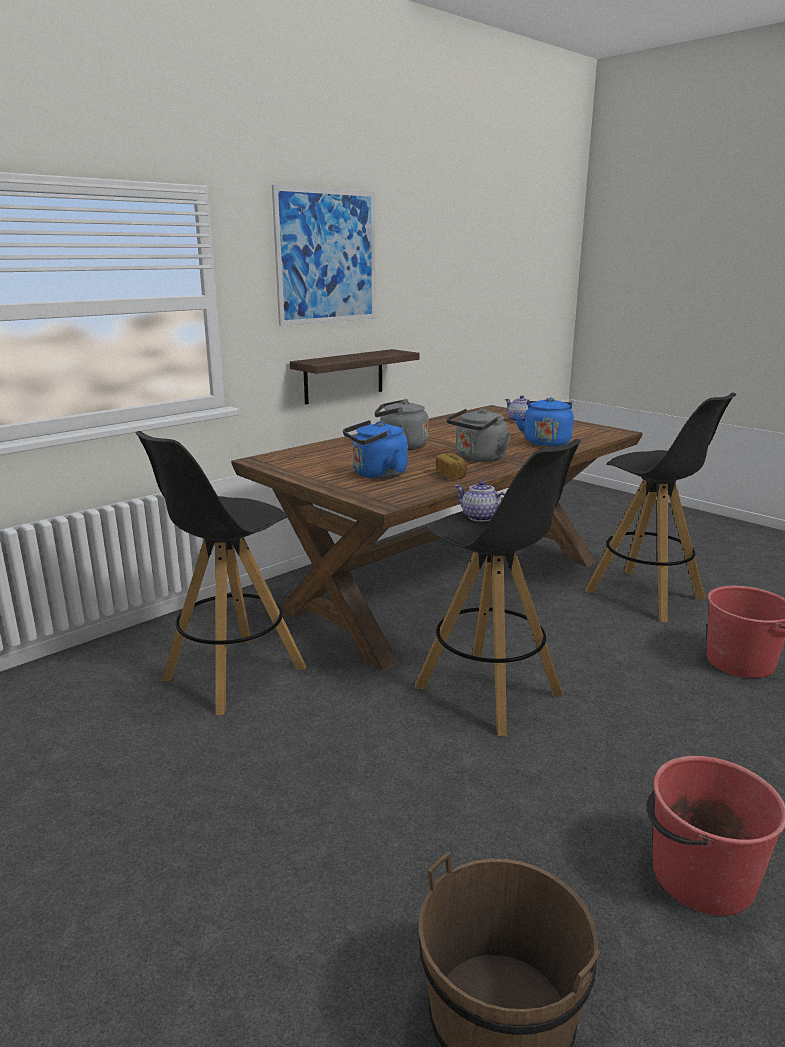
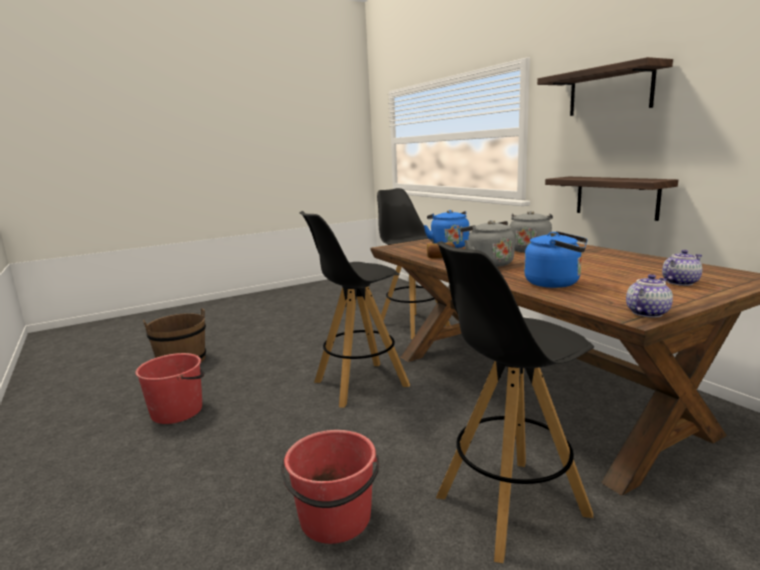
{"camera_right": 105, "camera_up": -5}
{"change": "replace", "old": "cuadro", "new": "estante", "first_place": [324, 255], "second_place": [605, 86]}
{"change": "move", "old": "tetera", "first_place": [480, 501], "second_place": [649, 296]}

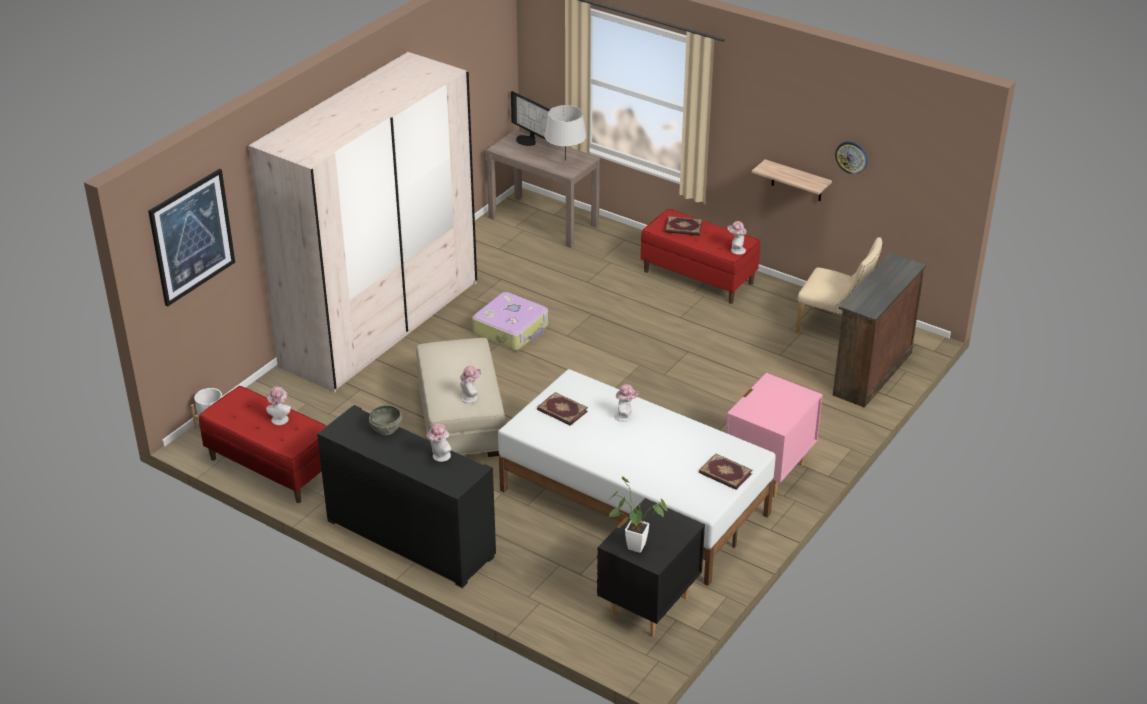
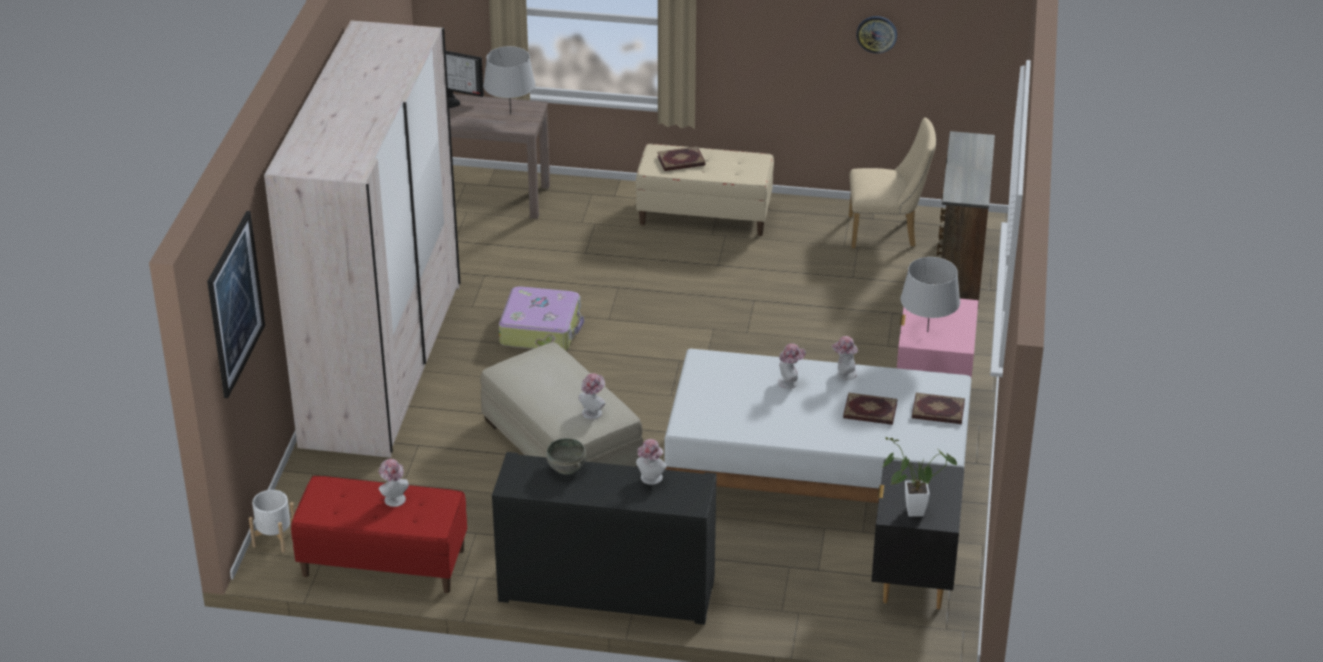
{"camera_right": -25, "camera_up": 0}
{"change": "recolor", "old": "banco [rojo]", "new": "banco [beis]", "first_place": [700, 256], "second_place": [705, 190]}
{"change": "move", "old": "sombrero", "first_place": [737, 238], "second_place": [845, 358]}
{"change": "move", "old": "libro", "first_place": [562, 409], "second_place": [870, 409]}
{"change": "insert", "new": "lámpara de mesa [gris]", "second_place": [930, 294]}
{"change": "delete", "old": "estante", "first_place": [791, 180]}

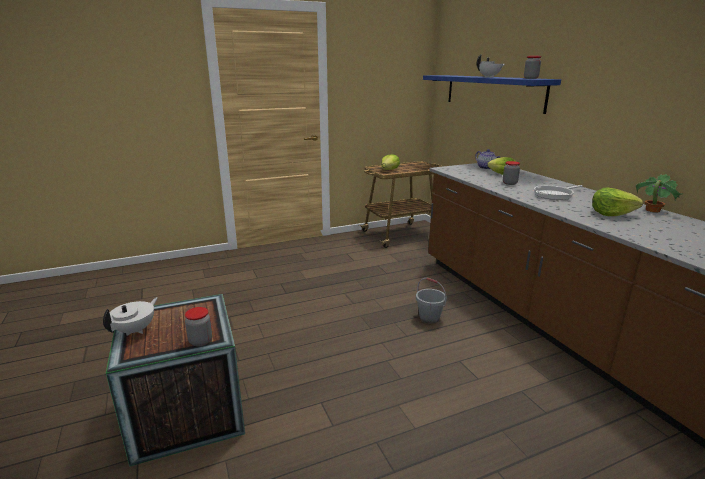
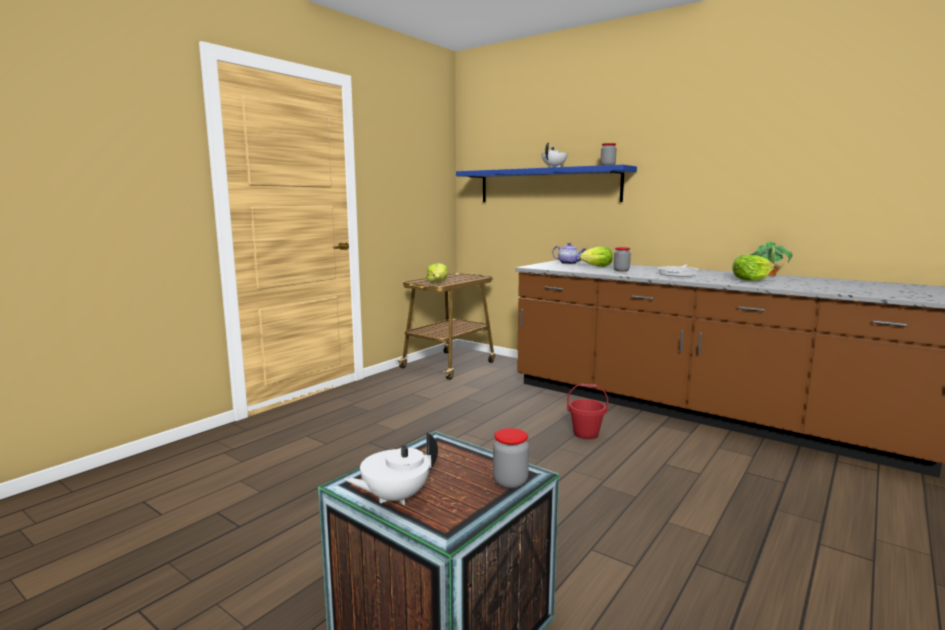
{"camera_right": -30, "camera_up": -10}
{"change": "rotate", "old": "tetera [blanco]", "first_place": [130, 316], "second_place": [390, 468], "degrees": -120}
{"change": "recolor", "old": "cubo [gris]", "new": "cubo [rojo]", "first_place": [431, 300], "second_place": [587, 411]}

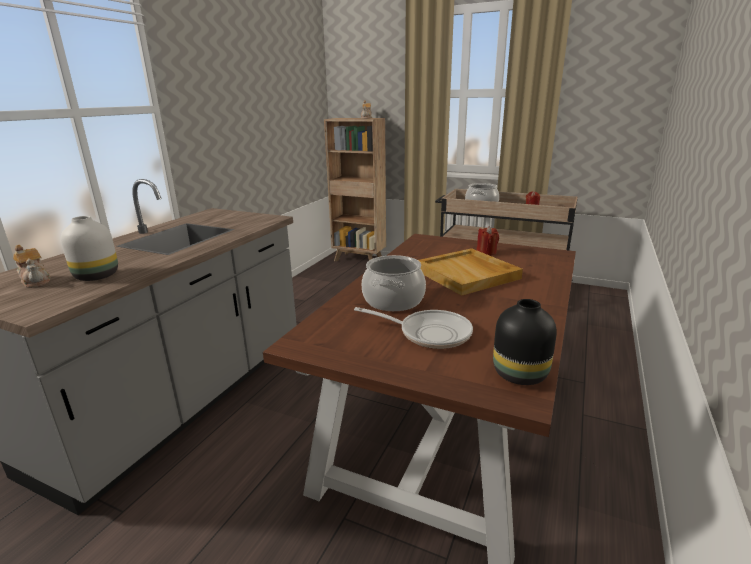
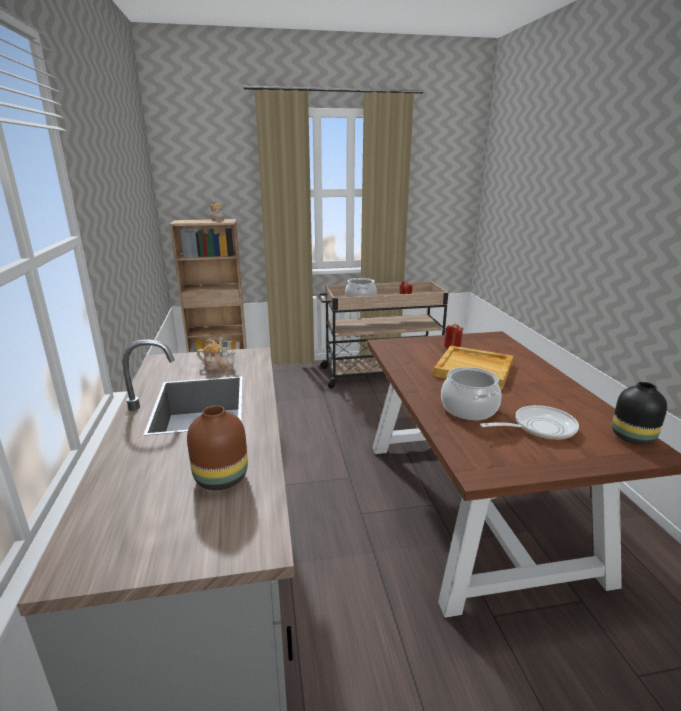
{"camera_right": -35, "camera_up": 0}
{"change": "recolor", "old": "florero [blanco]", "new": "florero [marrón]", "first_place": [89, 248], "second_place": [217, 448]}
{"change": "move", "old": "tetera", "first_place": [32, 266], "second_place": [216, 354]}

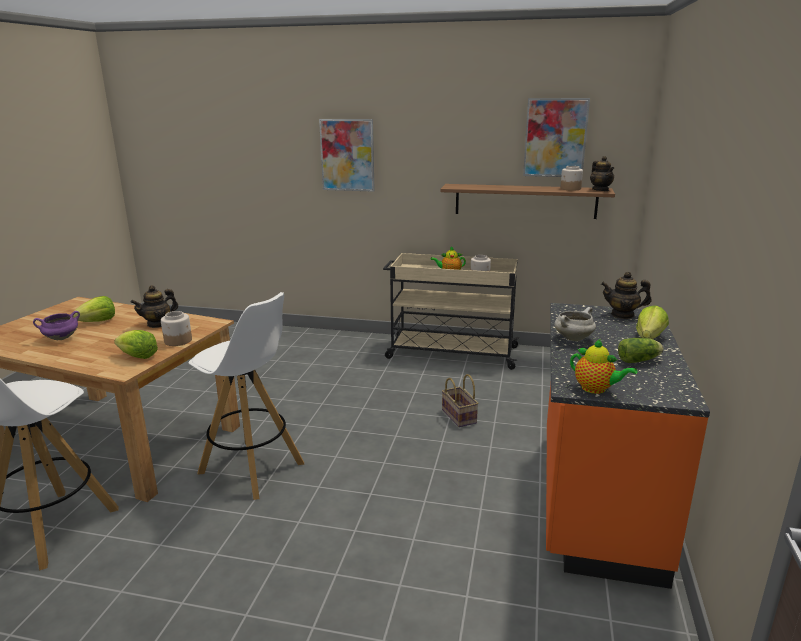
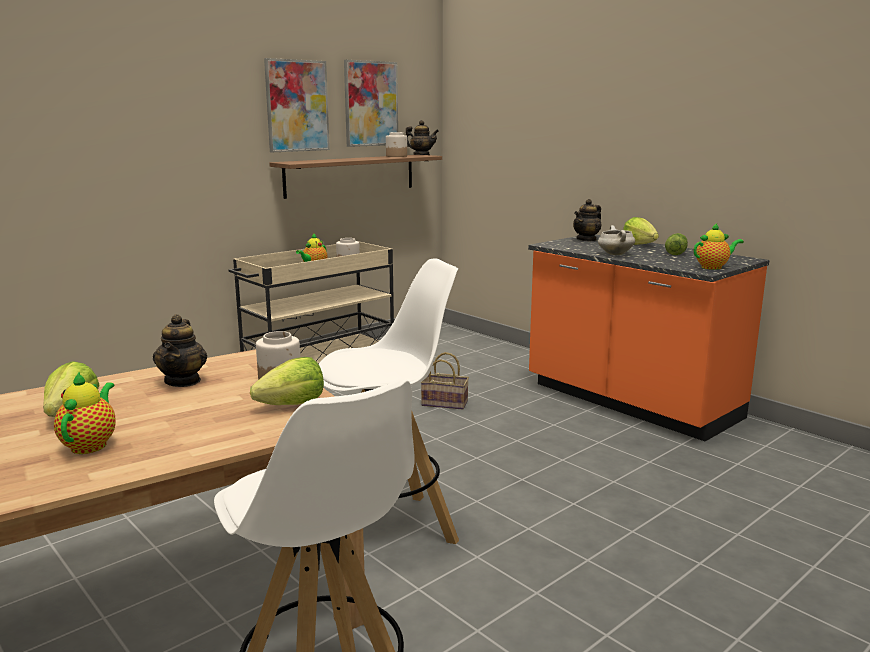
{"camera_right": -55, "camera_up": -5}
{"change": "replace", "old": "olla [morado]", "new": "tetera", "first_place": [56, 325], "second_place": [85, 412]}
{"change": "move", "old": "cuadro", "first_place": [347, 155], "second_place": [297, 105]}

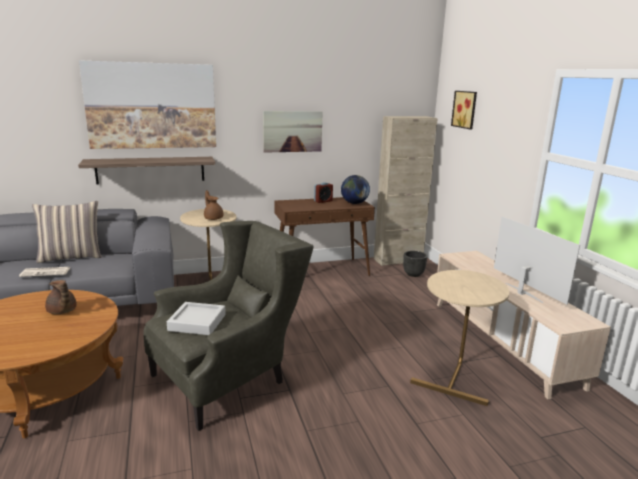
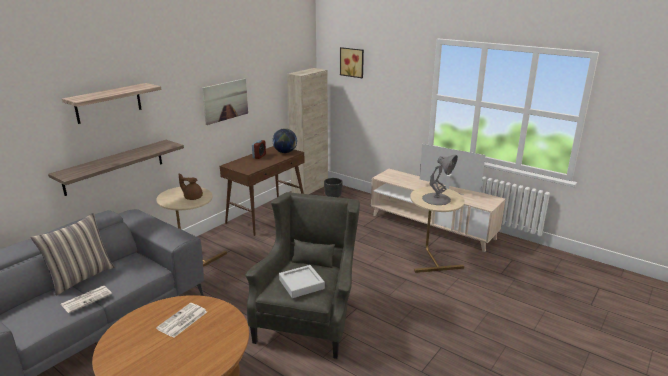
{"camera_right": -35, "camera_up": 5}
{"change": "replace", "old": "cuadro", "new": "estante", "first_place": [147, 104], "second_place": [112, 103]}
{"change": "replace", "old": "tetera [marrón]", "new": "periódico", "first_place": [60, 297], "second_place": [181, 320]}
{"change": "insert", "new": "lámpara de mesa [gris]", "second_place": [440, 180]}

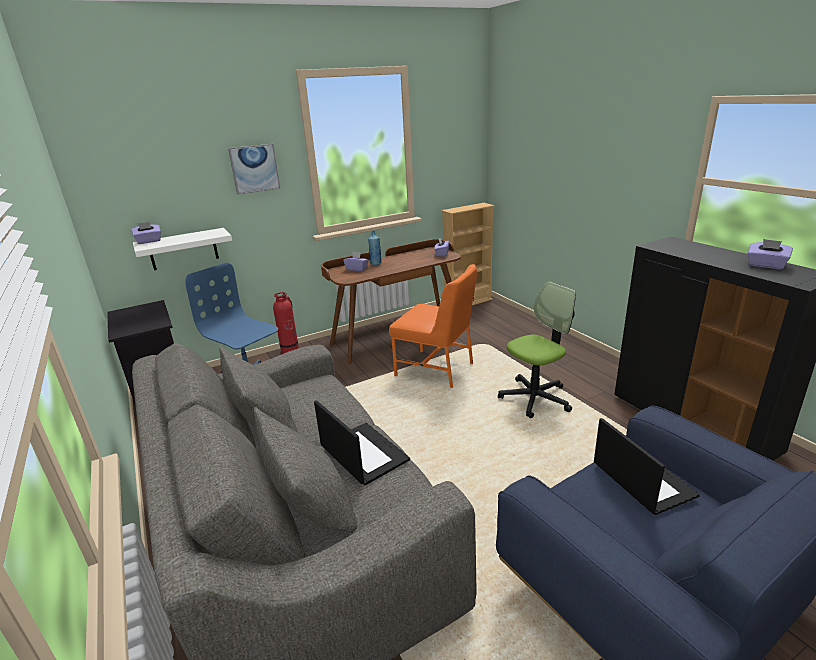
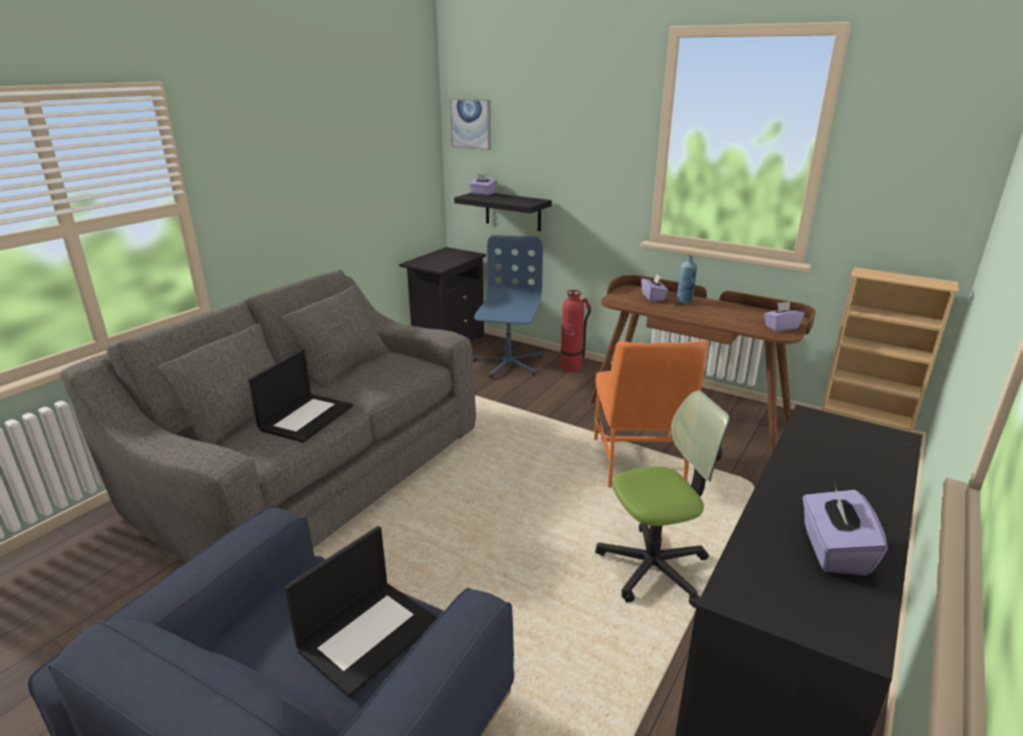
{"camera_right": 60, "camera_up": 0}
{"change": "move", "old": "cuadro", "first_place": [254, 169], "second_place": [470, 124]}
{"change": "recolor", "old": "estante [blanco]", "new": "estante [negro]", "first_place": [182, 249], "second_place": [503, 212]}
{"change": "rotate", "old": "silla de oficina", "first_place": [537, 350], "second_place": [662, 499], "degrees": -45}

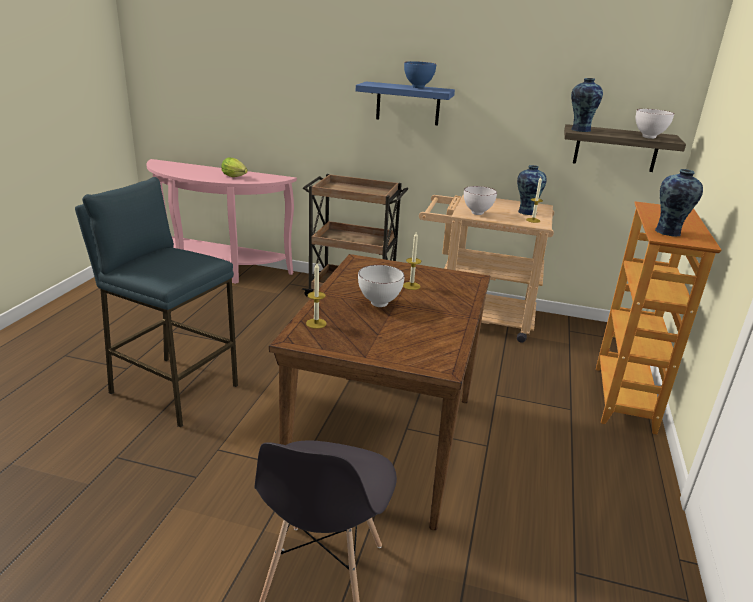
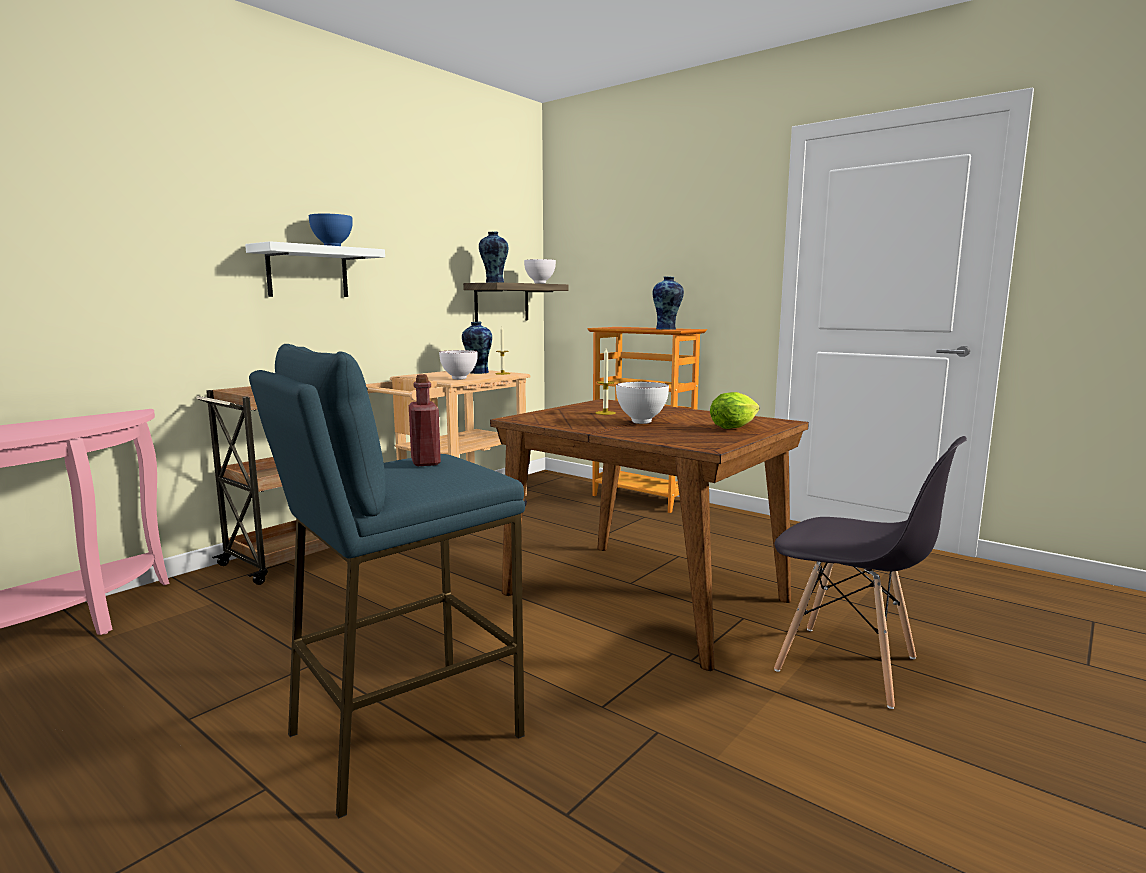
{"camera_right": -65, "camera_up": -15}
{"change": "recolor", "old": "estante [azul]", "new": "estante [blanco]", "first_place": [405, 103], "second_place": [315, 269]}
{"change": "insert", "new": "botella [rojo]", "second_place": [425, 420]}
{"change": "move", "old": "lechuga", "first_place": [235, 167], "second_place": [734, 410]}
{"change": "delete", "old": "vela", "first_place": [316, 296]}

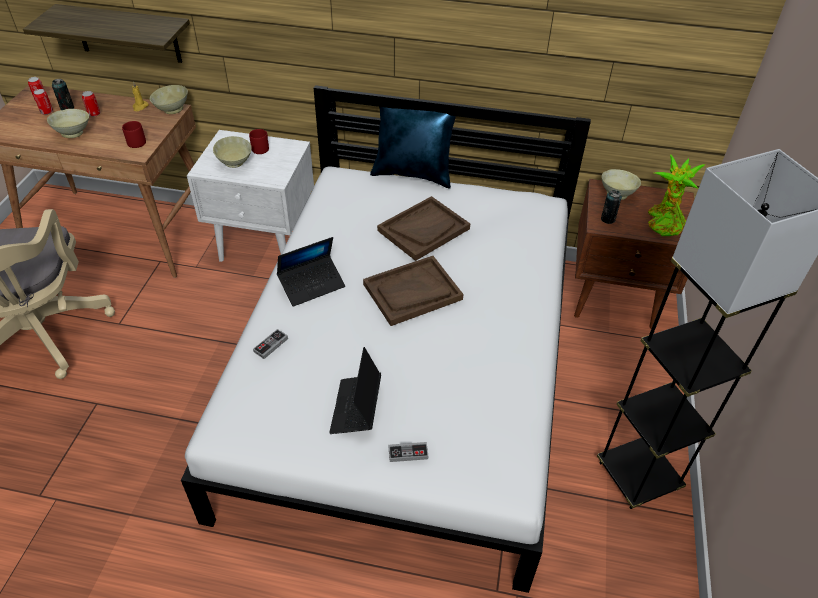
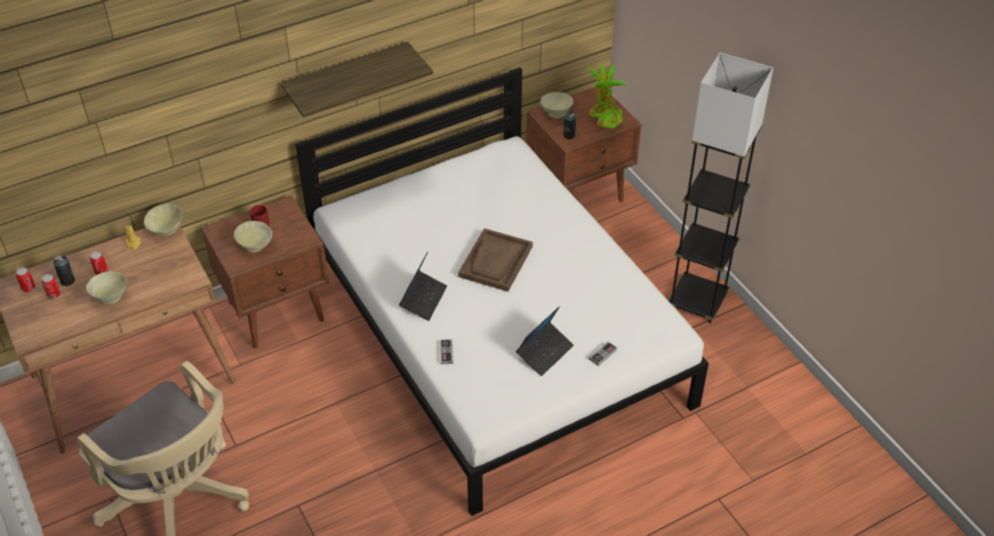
{"camera_right": -40, "camera_up": 0}
{"change": "recolor", "old": "mesita de noche [blanco]", "new": "mesita de noche [marrón]", "first_place": [250, 196], "second_place": [265, 271]}
{"change": "move", "old": "estante", "first_place": [106, 33], "second_place": [357, 79]}
{"change": "rotate", "old": "portátil", "first_place": [355, 390], "second_place": [545, 341], "degrees": -105}
{"change": "delete", "old": "taza grande [rojo]", "first_place": [134, 134]}
{"change": "delete", "old": "cojín [azul]", "first_place": [413, 147]}
{"change": "delete", "old": "bandeja [marrón]", "first_place": [423, 228]}

